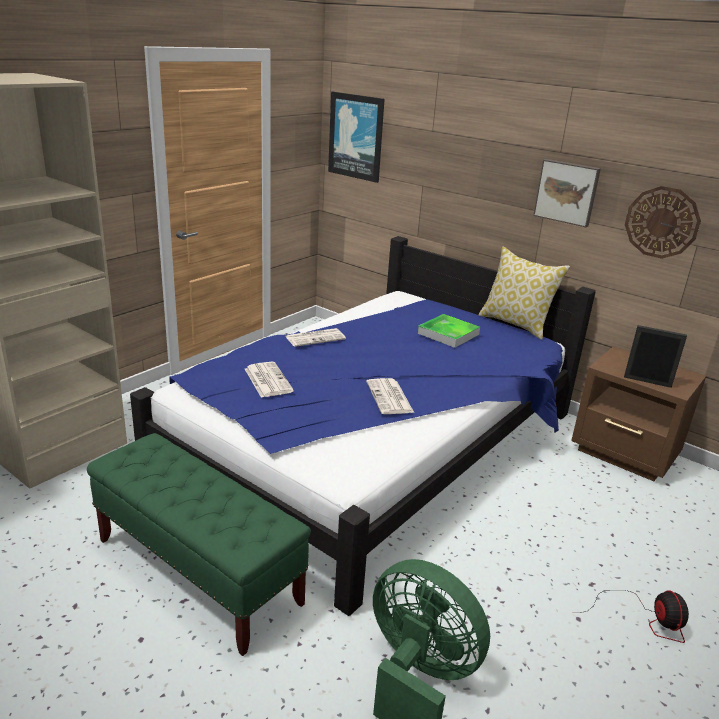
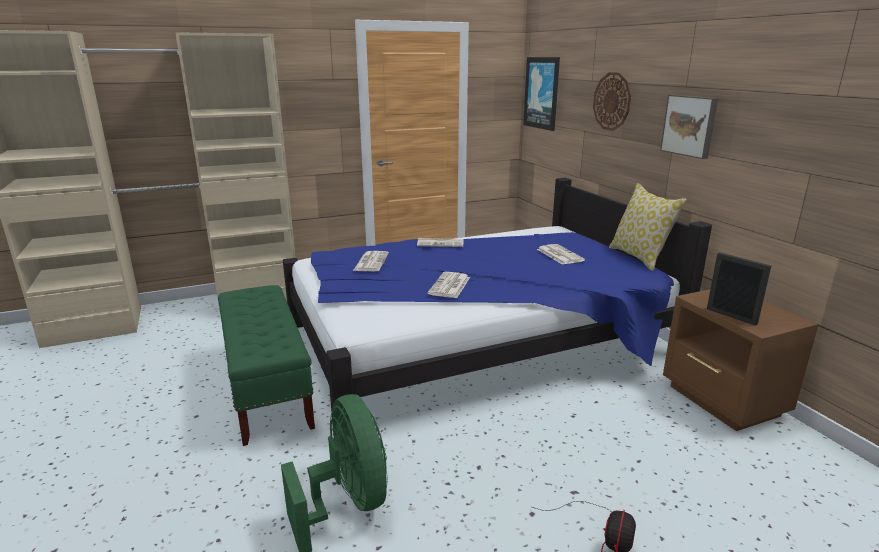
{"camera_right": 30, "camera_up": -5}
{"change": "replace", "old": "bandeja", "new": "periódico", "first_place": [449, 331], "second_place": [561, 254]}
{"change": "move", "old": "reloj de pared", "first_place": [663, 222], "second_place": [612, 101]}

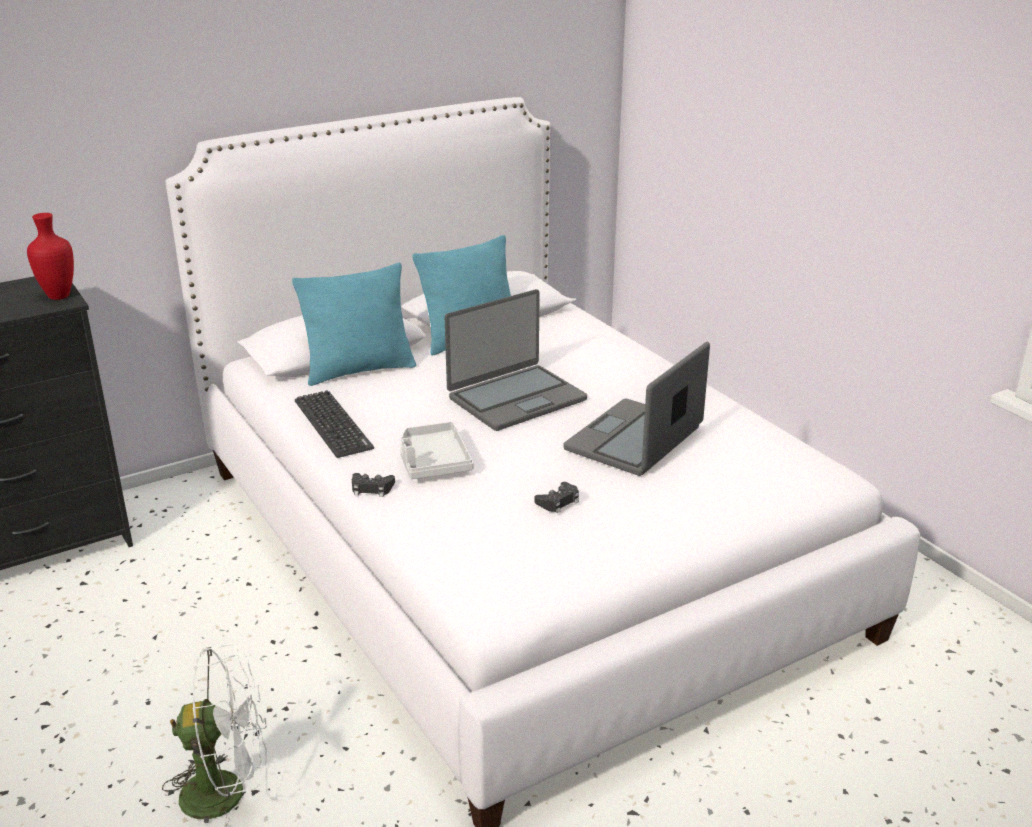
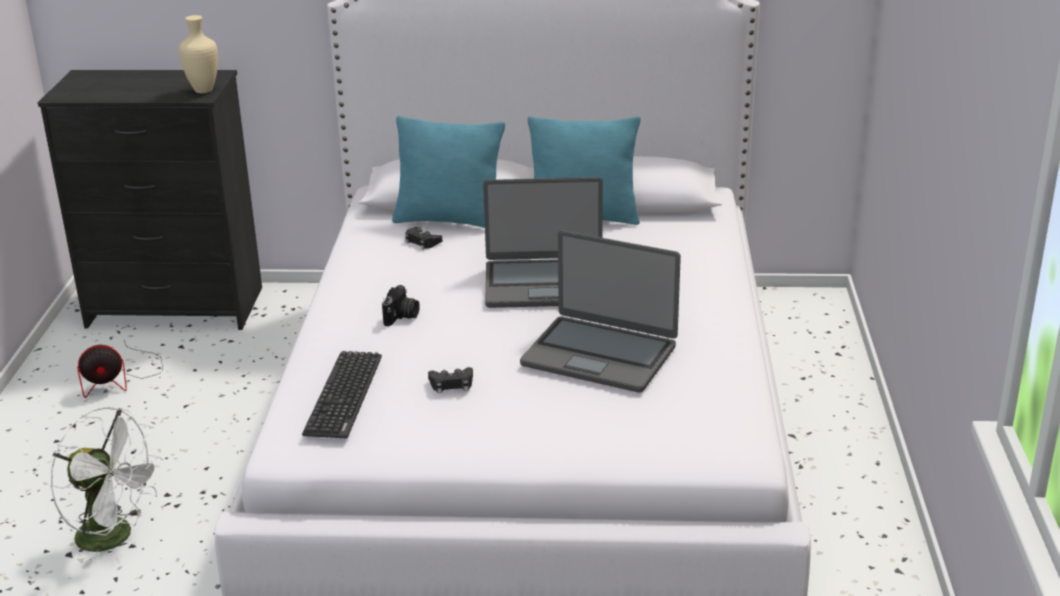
{"camera_right": 35, "camera_up": 0}
{"change": "insert", "new": "ventilador", "second_place": [120, 368]}
{"change": "recolor", "old": "florero [rojo]", "new": "florero [beis]", "first_place": [50, 256], "second_place": [198, 54]}
{"change": "move", "old": "teclado", "first_place": [334, 424], "second_place": [342, 394]}
{"change": "replace", "old": "bandeja [gris]", "new": "cámara", "first_place": [437, 450], "second_place": [401, 305]}
{"change": "move", "old": "mando de consola [negro]", "first_place": [373, 485], "second_place": [423, 238]}
{"change": "rotate", "old": "portátil", "first_place": [636, 409], "second_place": [600, 312], "degrees": -135}

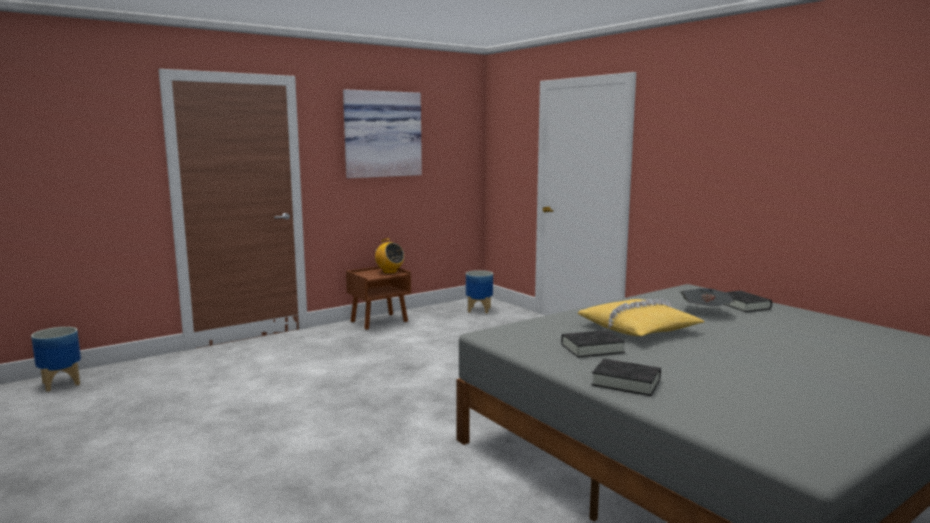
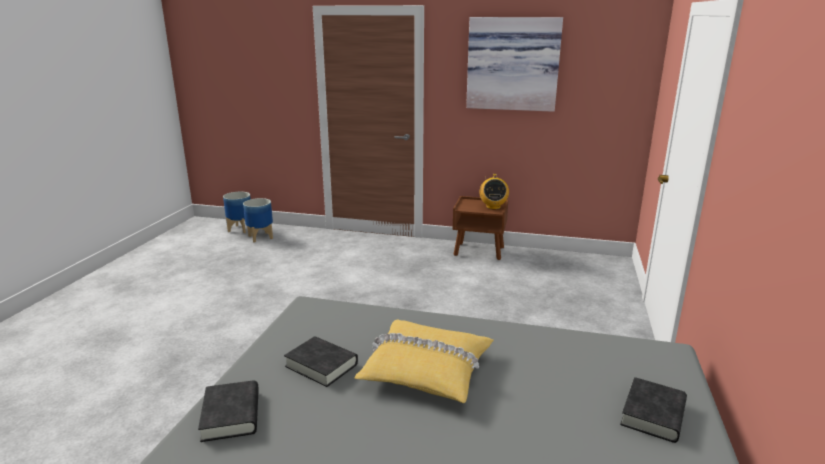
{"camera_right": 50, "camera_up": 10}
{"change": "move", "old": "maceta", "first_place": [479, 292], "second_place": [258, 220]}
{"change": "delete", "old": "periódico", "first_place": [707, 297]}

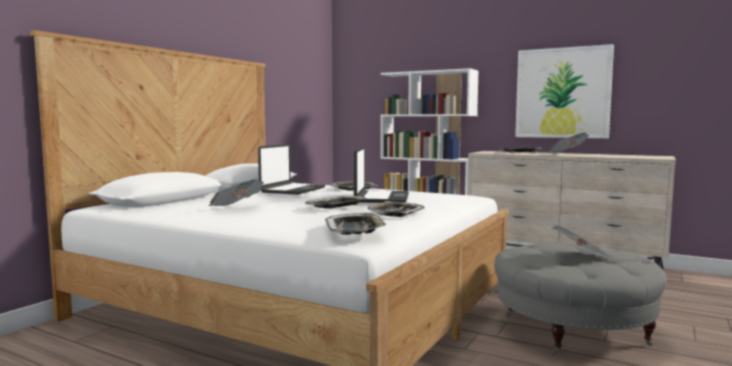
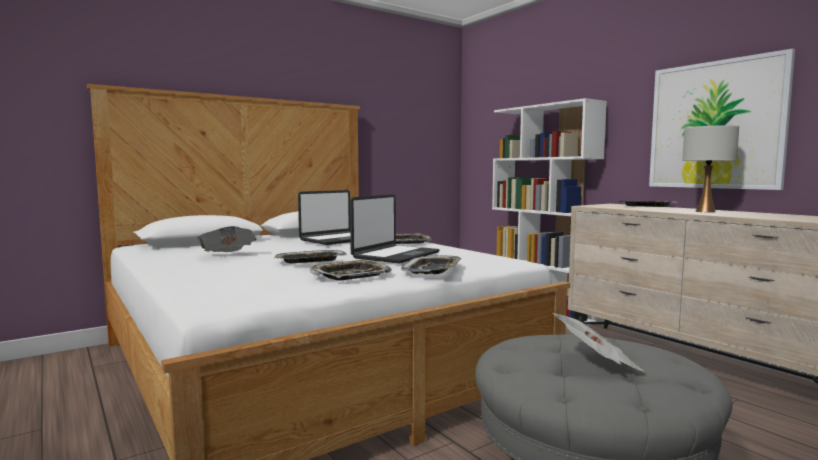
{"camera_right": 25, "camera_up": 0}
{"change": "move", "old": "bandeja", "first_place": [356, 224], "second_place": [431, 264]}
{"change": "replace", "old": "periódico", "new": "lámpara de mesa [blanco]", "first_place": [568, 142], "second_place": [710, 169]}

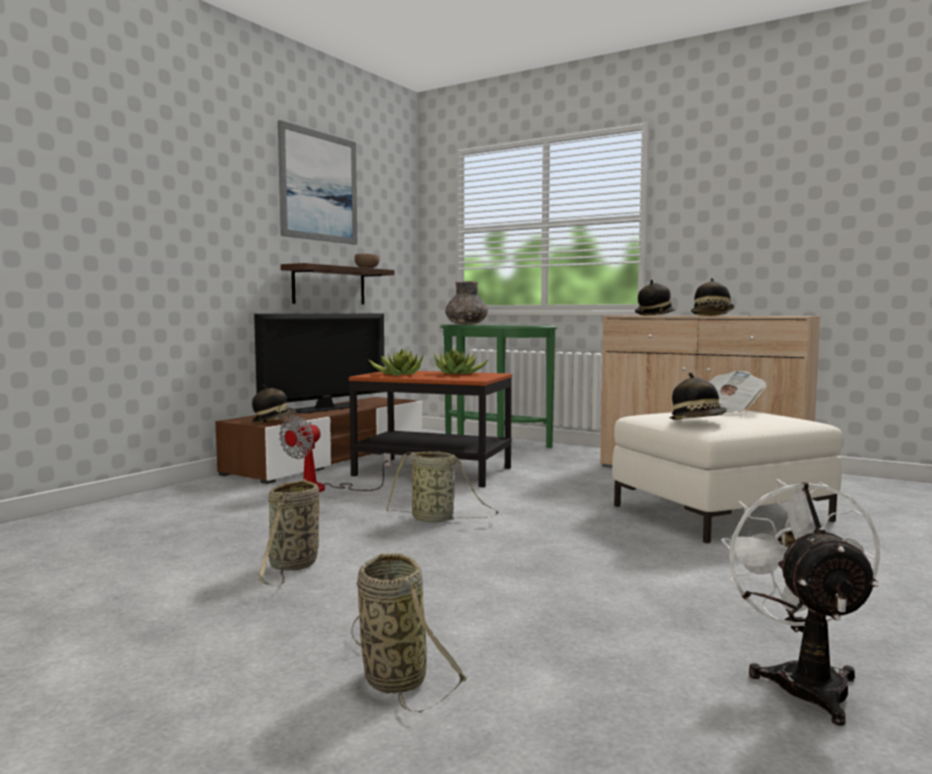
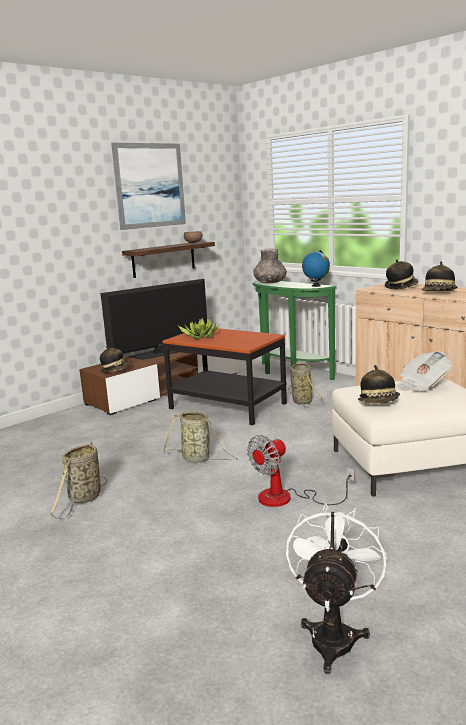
{"camera_right": 15, "camera_up": 10}
{"change": "move", "old": "ventilador", "first_place": [335, 453], "second_place": [300, 471]}
{"change": "move", "old": "cesta", "first_place": [409, 633], "second_place": [306, 385]}
{"change": "insert", "new": "globo terráqueo", "second_place": [316, 268]}
{"change": "delete", "old": "planta en maceta", "first_place": [461, 361]}

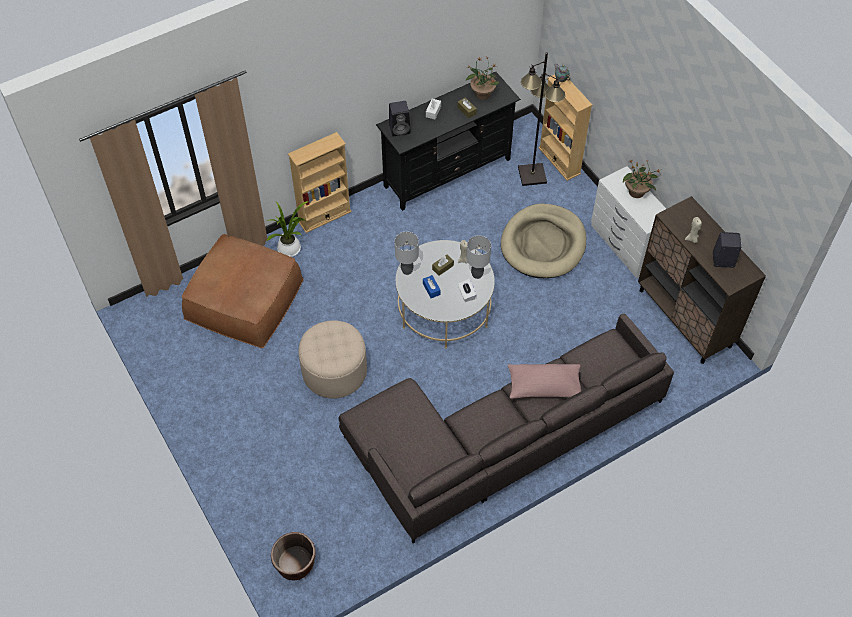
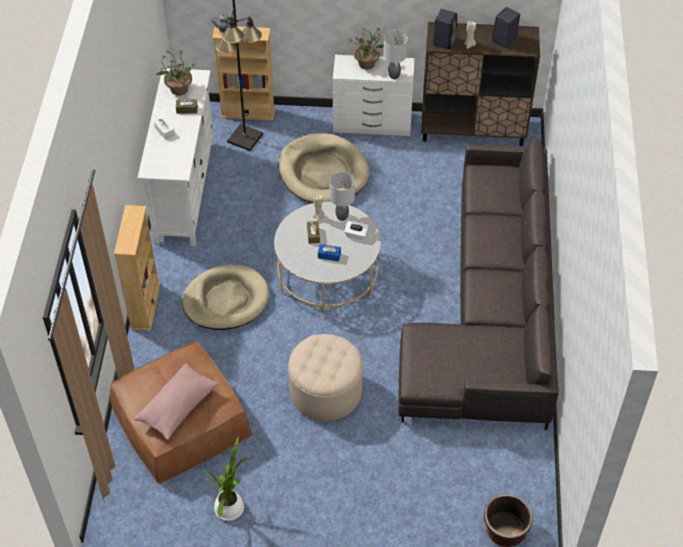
{"camera_right": -55, "camera_up": -5}
{"change": "move", "old": "cojín [rosa]", "first_place": [544, 381], "second_place": [176, 401]}
{"change": "recolor", "old": "mueble de televisión [negro]", "new": "mueble de televisión [blanco]", "first_place": [448, 141], "second_place": [175, 157]}
{"change": "insert", "new": "cama para perro [beis]", "second_place": [225, 297]}
{"change": "move", "old": "planta en maceta", "first_place": [287, 229], "second_place": [229, 478]}
{"change": "move", "old": "lámpara de mesa [gris]", "first_place": [407, 253], "second_place": [395, 54]}
{"change": "move", "old": "altavoz [negro]", "first_place": [400, 118], "second_place": [445, 29]}

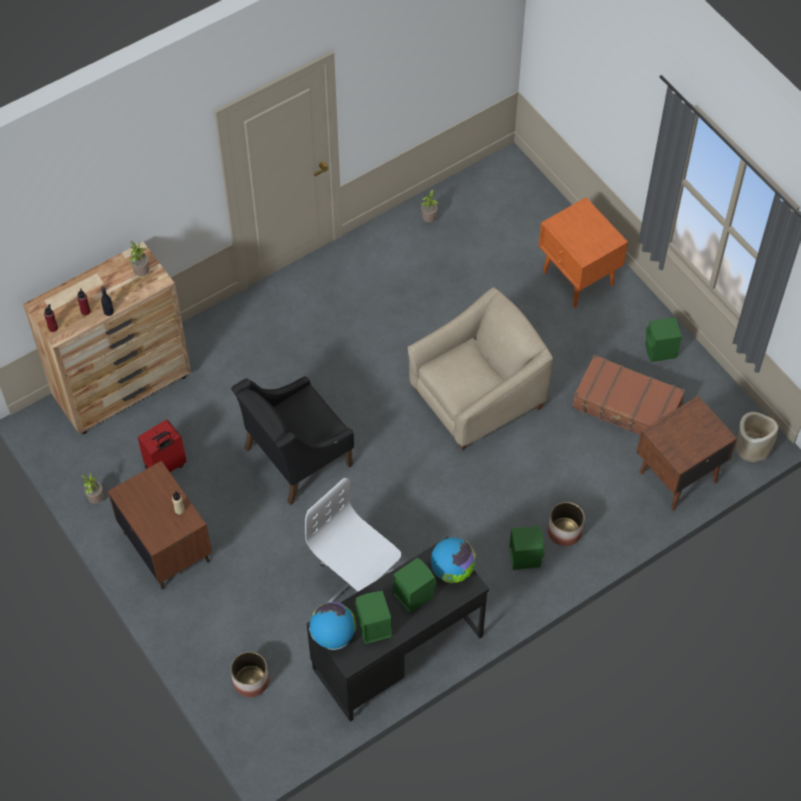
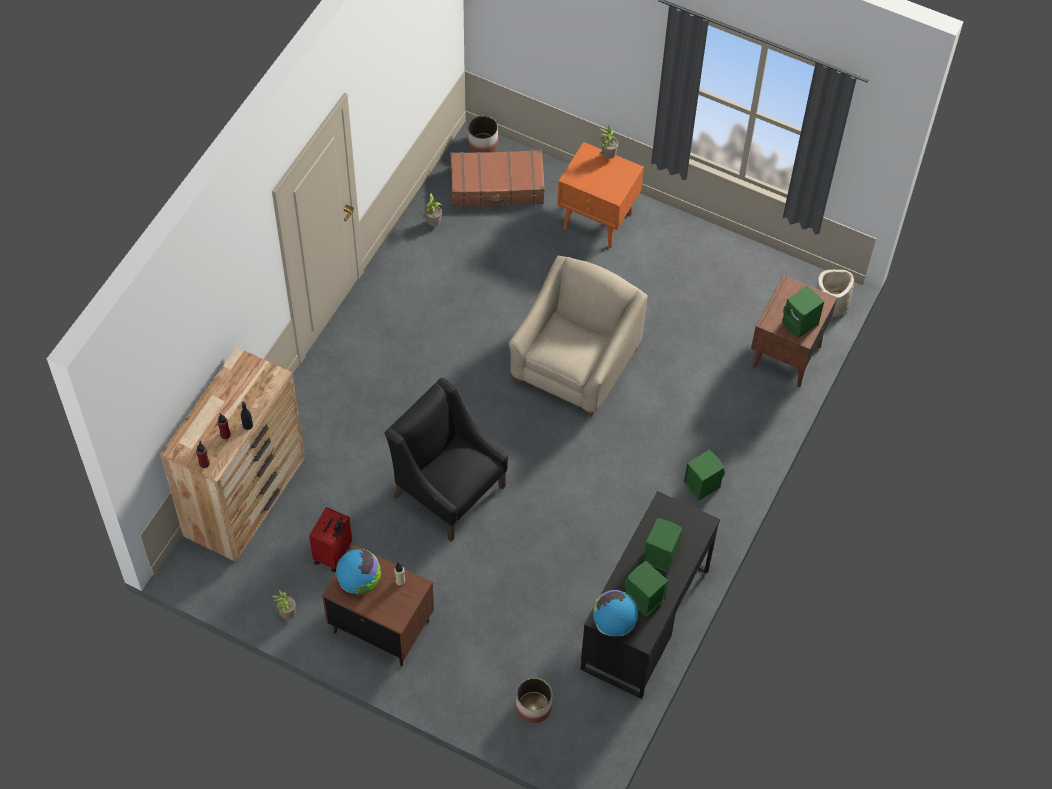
{"camera_right": -30, "camera_up": 0}
{"change": "move", "old": "globo terráqueo", "first_place": [453, 560], "second_place": [358, 571]}
{"change": "rotate", "old": "sillón [negro]", "first_place": [292, 440], "second_place": [446, 460], "degrees": 105}
{"change": "move", "old": "maleta [marrón]", "first_place": [628, 394], "second_place": [497, 178]}
{"change": "move", "old": "maceta", "first_place": [566, 524], "second_place": [482, 134]}
{"change": "move", "old": "planta en maceta", "first_place": [139, 258], "second_place": [609, 142]}
{"change": "move", "old": "altavoz [verde]", "first_place": [664, 339], "second_place": [803, 311]}
{"change": "delete", "old": "silla de oficina [blanco]", "first_place": [353, 540]}

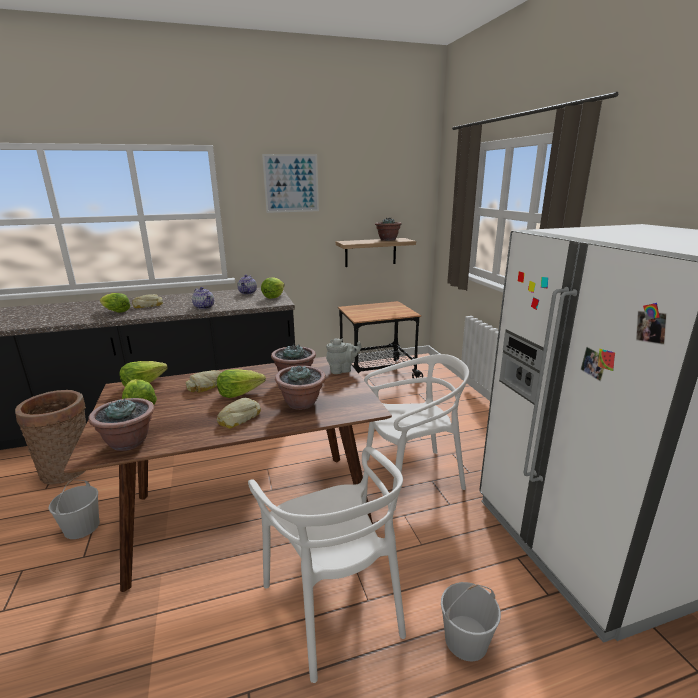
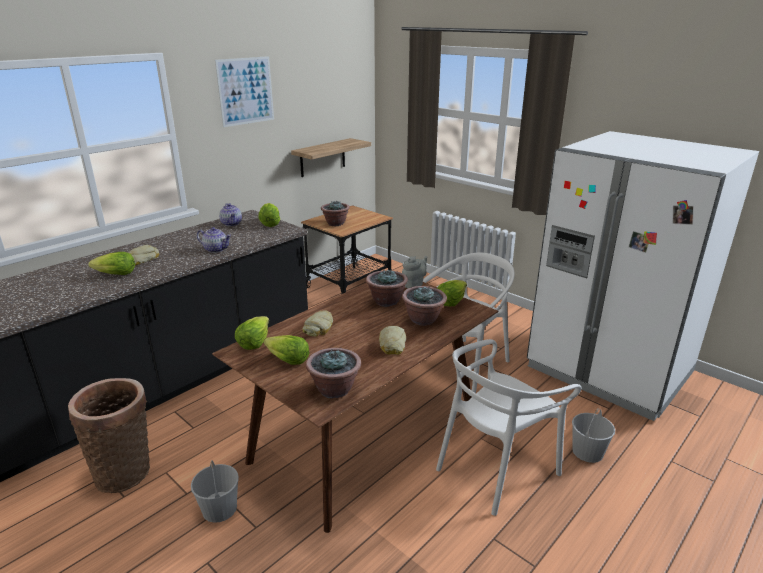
{"camera_right": -30, "camera_up": 5}
{"change": "move", "old": "planta en maceta", "first_place": [388, 229], "second_place": [335, 213]}
{"change": "rotate", "old": "silla [blanco]", "first_place": [327, 565], "second_place": [508, 427], "degrees": 105}
{"change": "move", "old": "lechuga", "first_place": [241, 383], "second_place": [452, 293]}

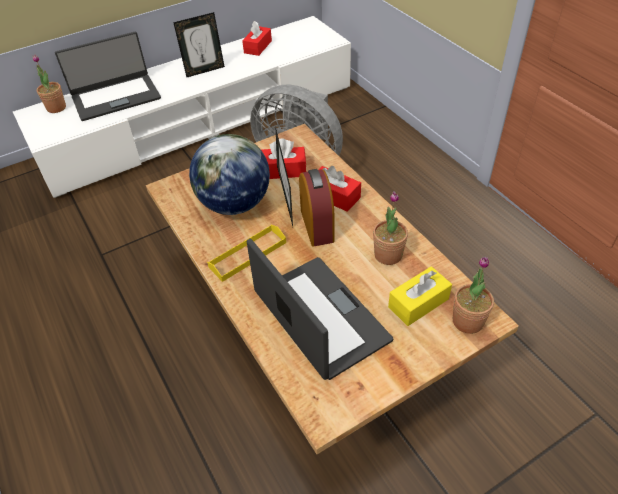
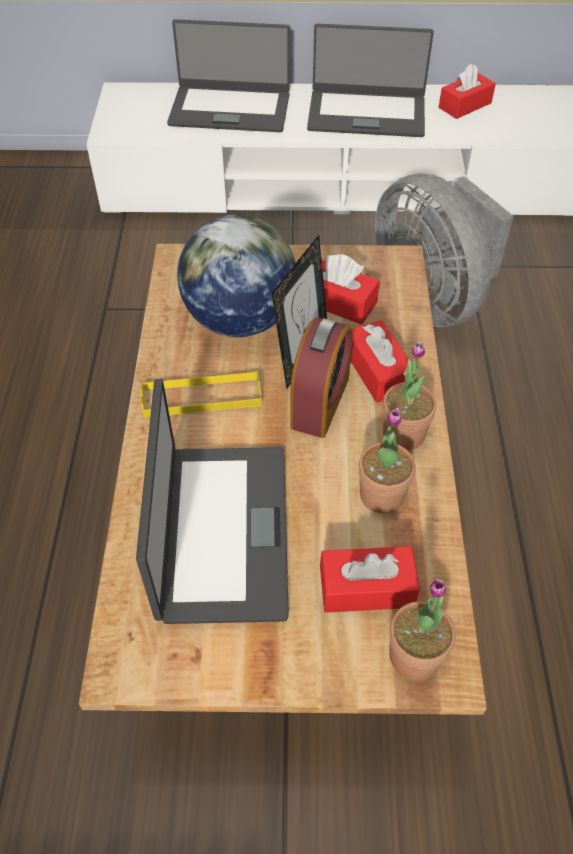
{"camera_right": 30, "camera_up": 5}
{"change": "replace", "old": "portarretratos", "new": "portátil", "first_place": [199, 44], "second_place": [370, 80]}
{"change": "recolor", "old": "caja de pañuelos [amarillo]", "new": "caja de pañuelos [rojo]", "first_place": [420, 296], "second_place": [370, 579]}
{"change": "move", "old": "planta en maceta", "first_place": [49, 83], "second_place": [410, 396]}

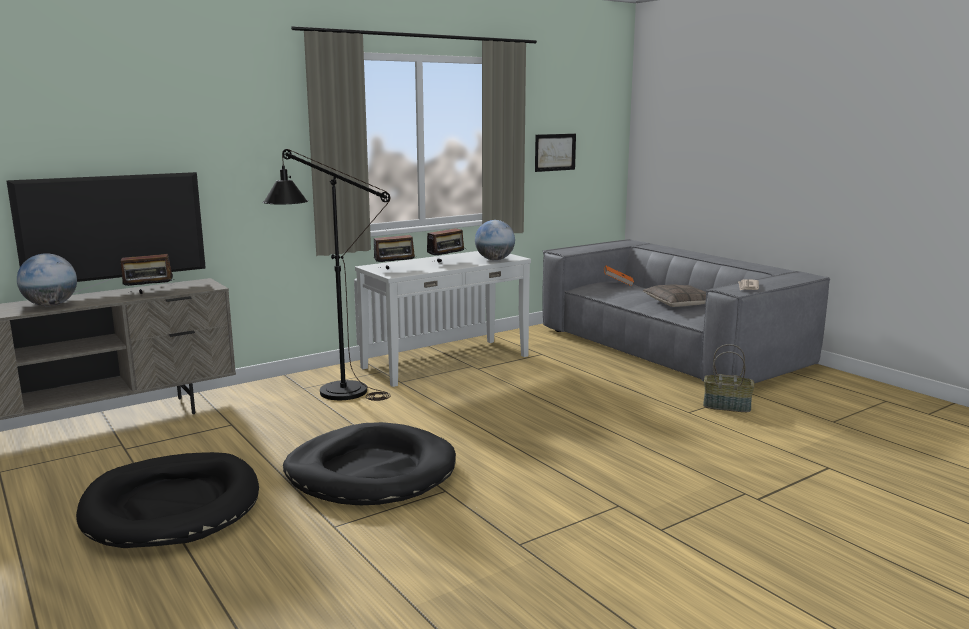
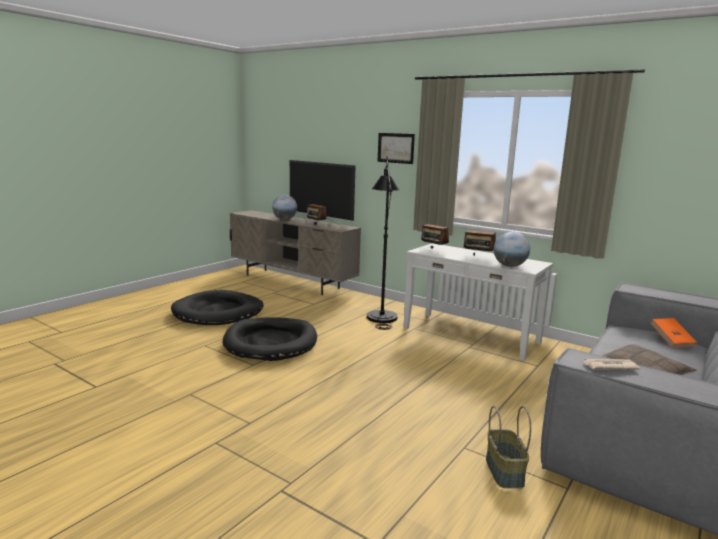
{"camera_right": 70, "camera_up": 0}
{"change": "move", "old": "cuadro", "first_place": [555, 153], "second_place": [396, 148]}

